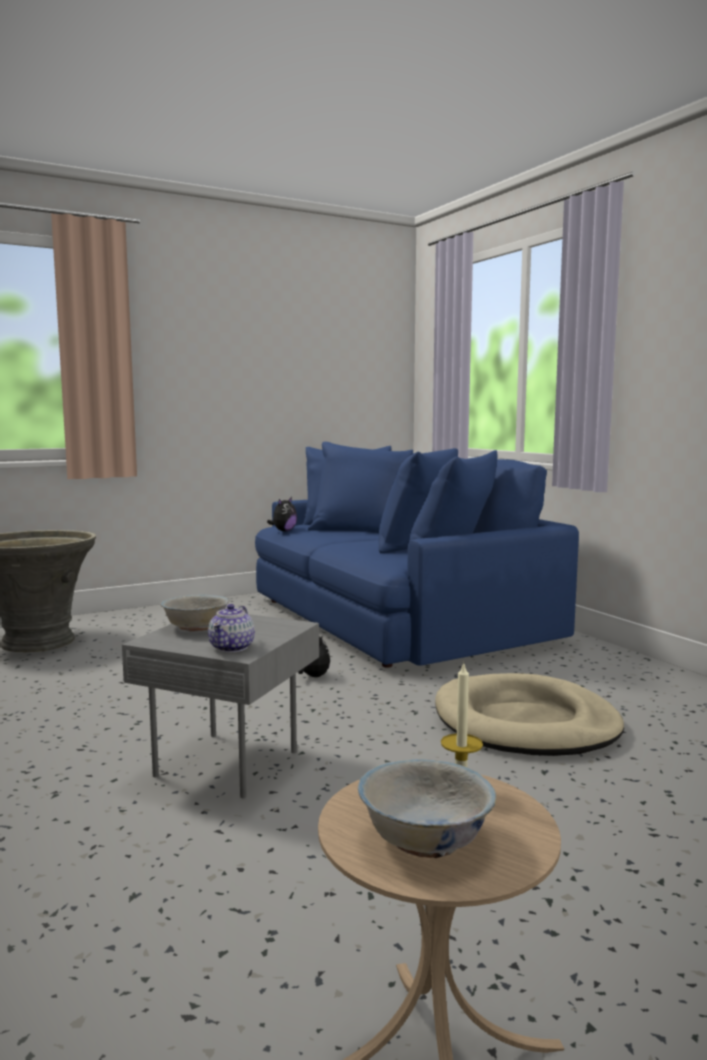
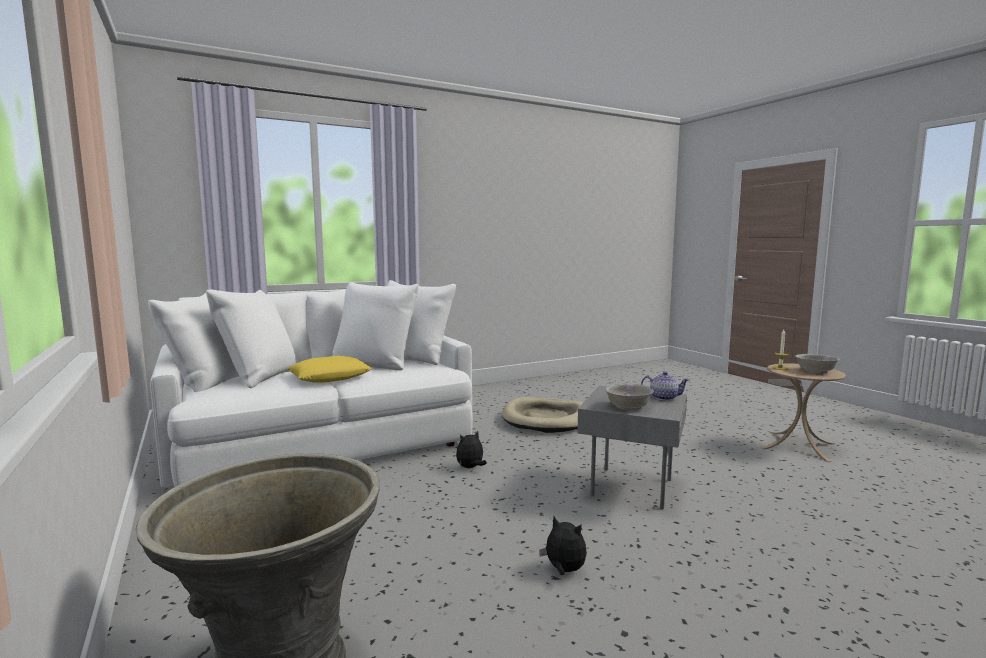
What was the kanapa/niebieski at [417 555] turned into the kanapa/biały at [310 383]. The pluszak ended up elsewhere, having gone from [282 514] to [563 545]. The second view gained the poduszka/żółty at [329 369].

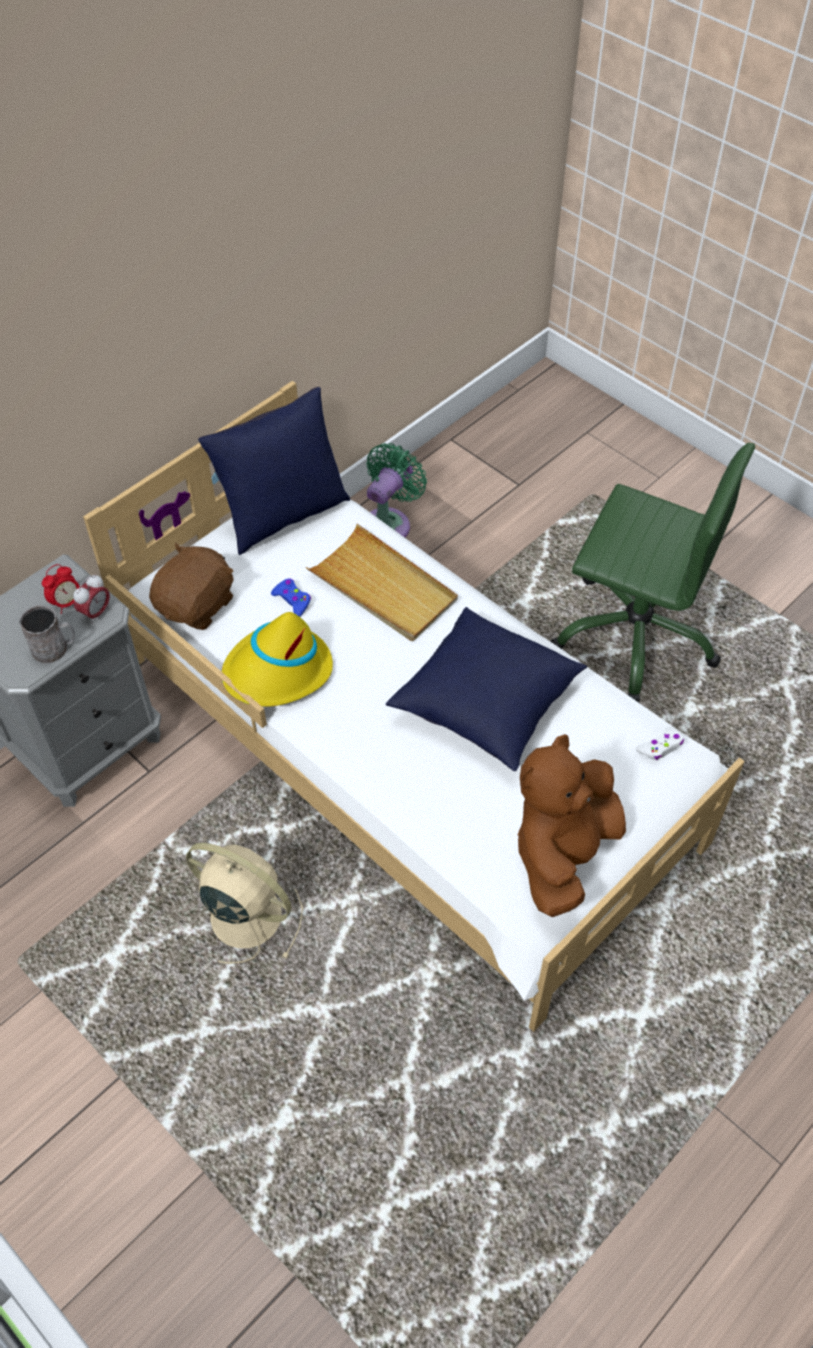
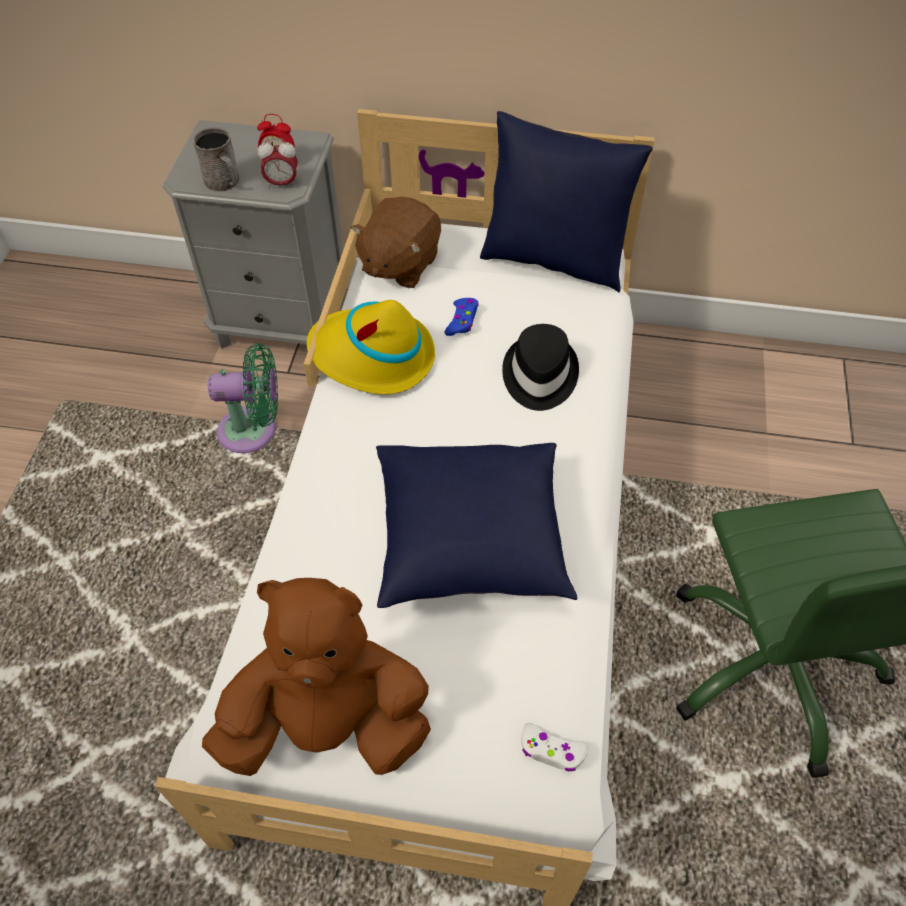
The wentylator/zielony ended up elsewhere, having gone from [396 490] to [243 398]. Where the taca/beżowy stood at [381 582], the kapelusz/czarny came to stand at [540 367]. The pluszak/brązowy at [191 586] ended up facing another way, 120 degrees clockwise from before. The second view lost the wentylator/beżowy at [244 903].

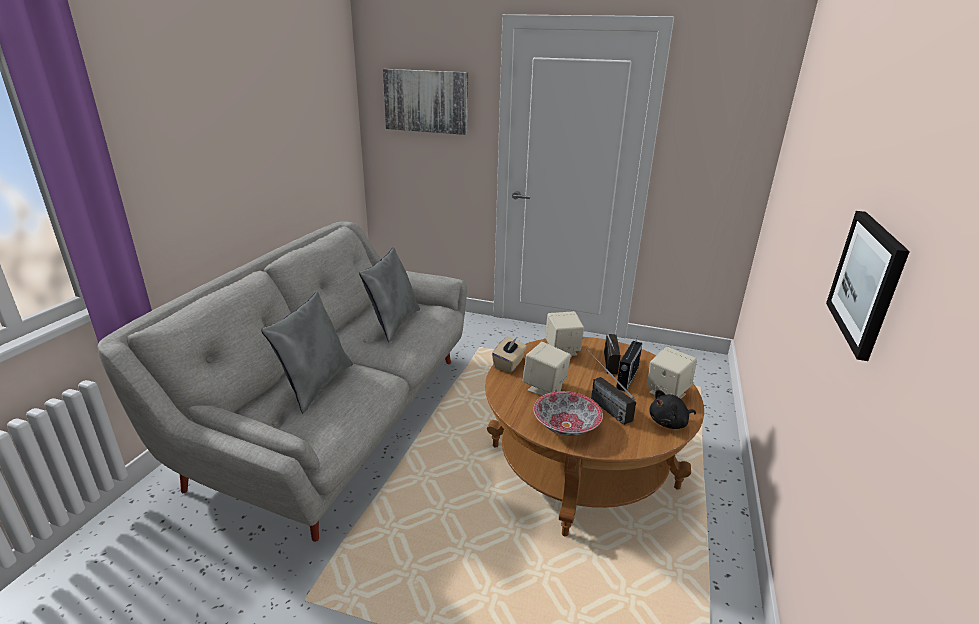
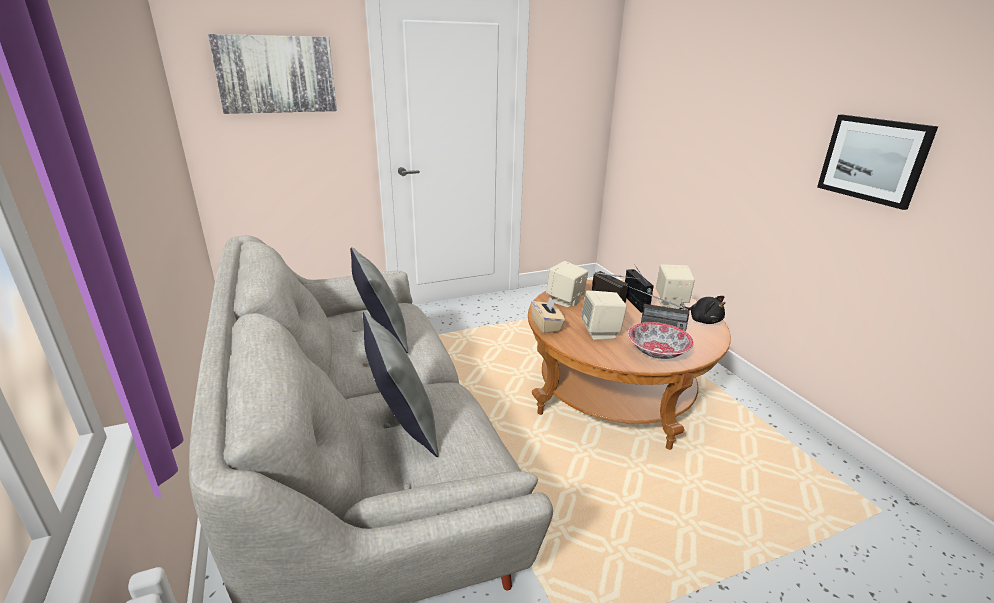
The pluszak/czarny at [672 409] ended up facing another way, 75 degrees counterclockwise from before.

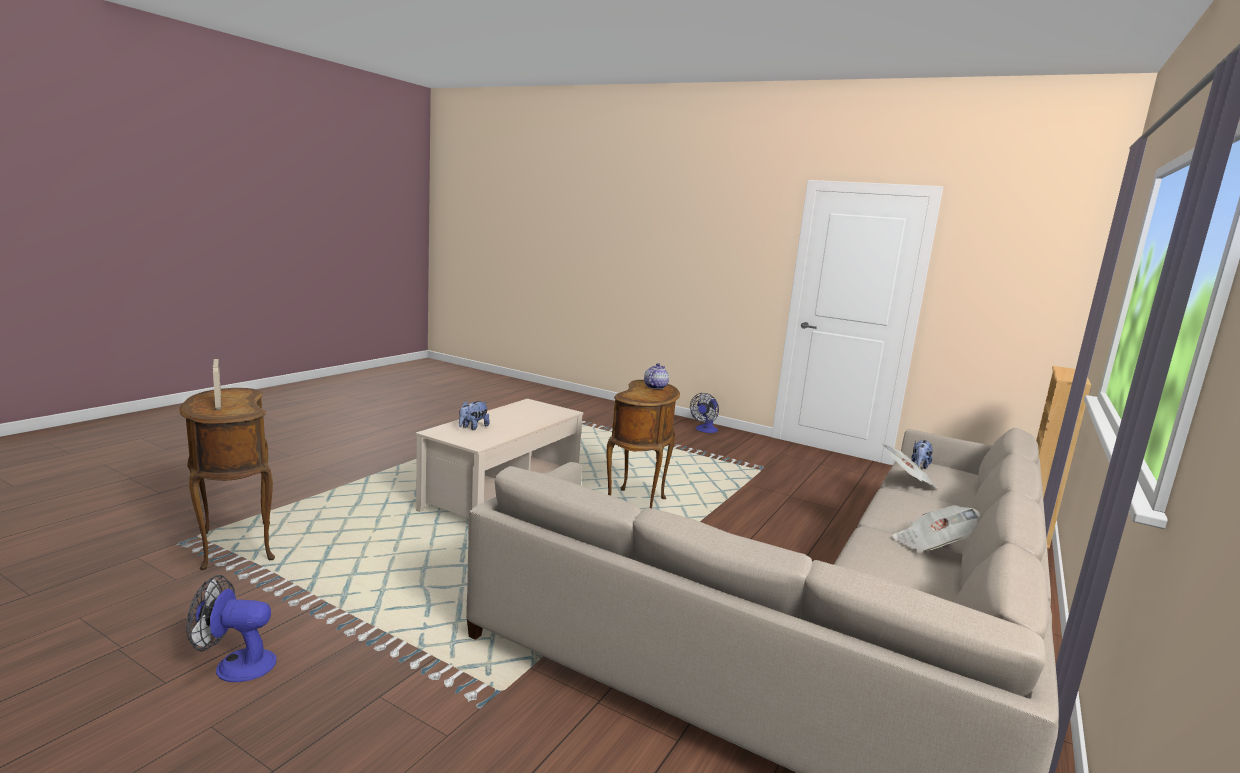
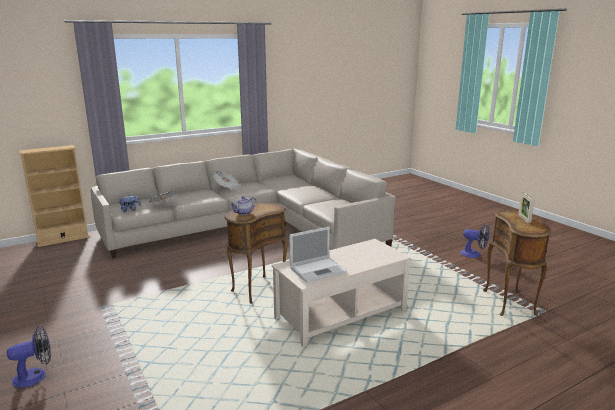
The second view lost the pluszak at [474 415]. The second view gained the laptop at [318 255].

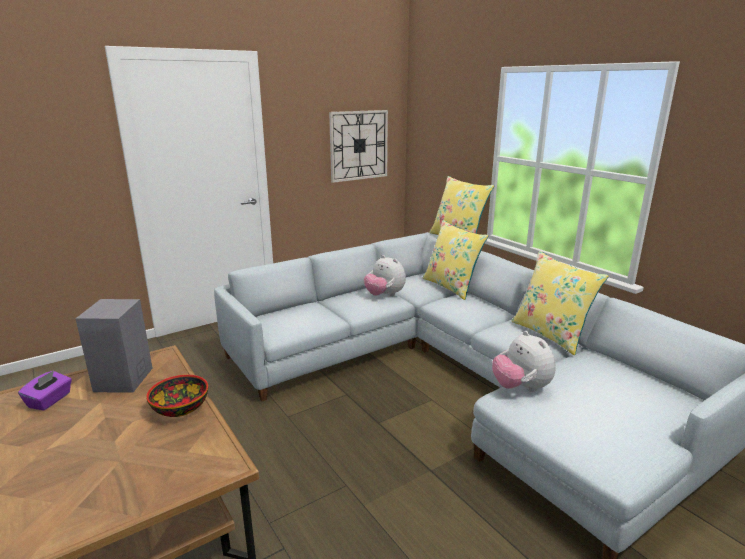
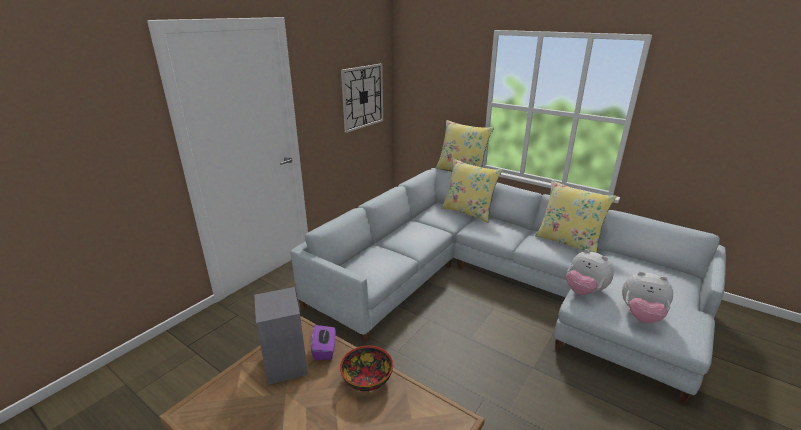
The pluszak ended up elsewhere, having gone from [385 275] to [647 297]. The pudełko chusteczek/fioletowy ended up elsewhere, having gone from [45 390] to [323 342].

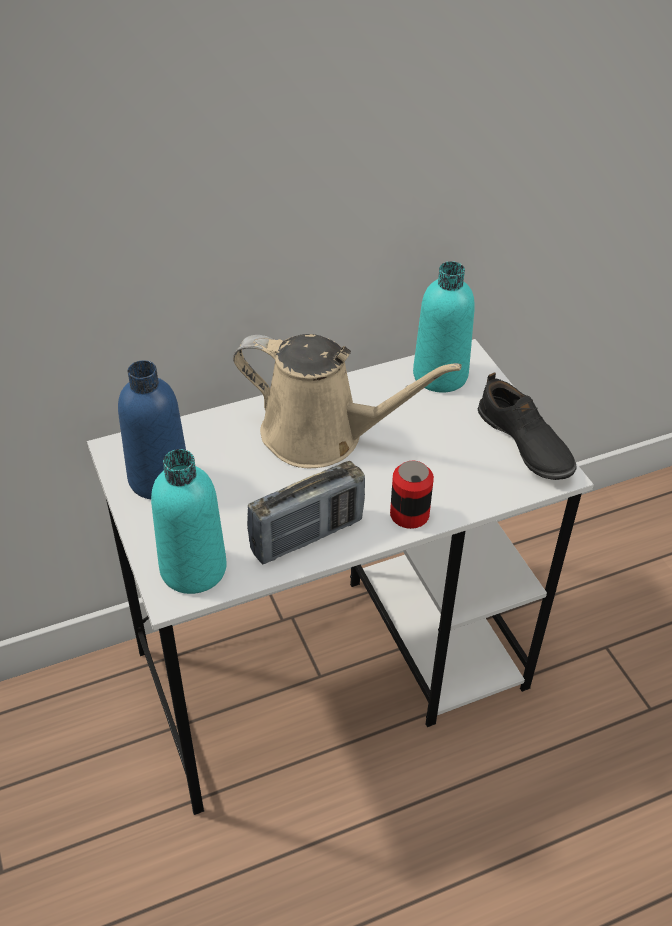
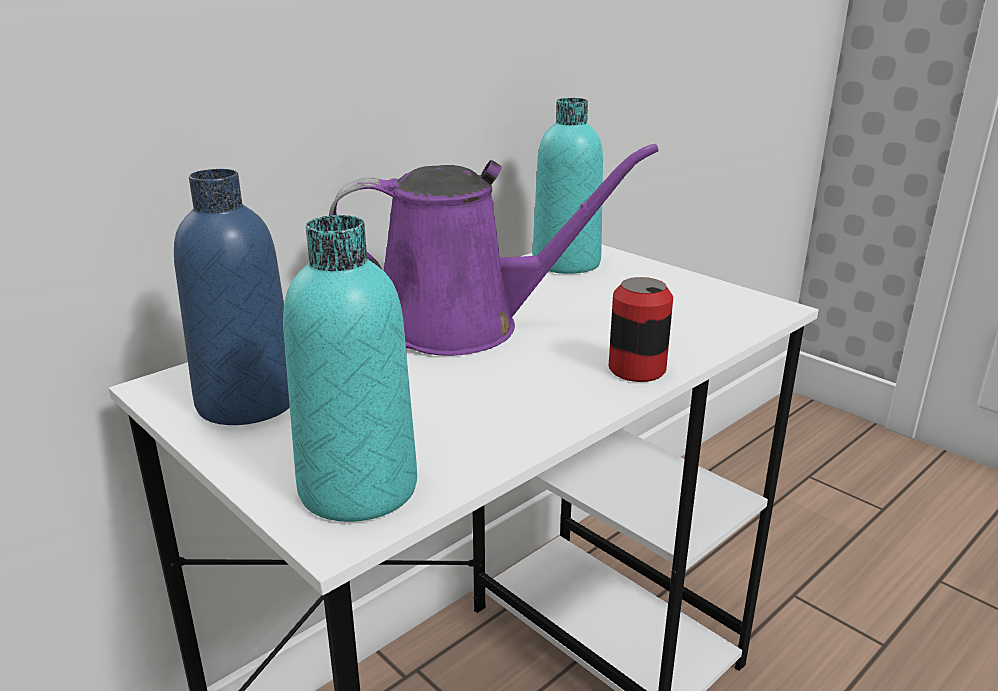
What was the konewka/beżowy at [347 401] turned into the konewka/fioletowy at [494 250]. The second view lost the but/czarny at [527 426]. The second view lost the radio at [306 512].

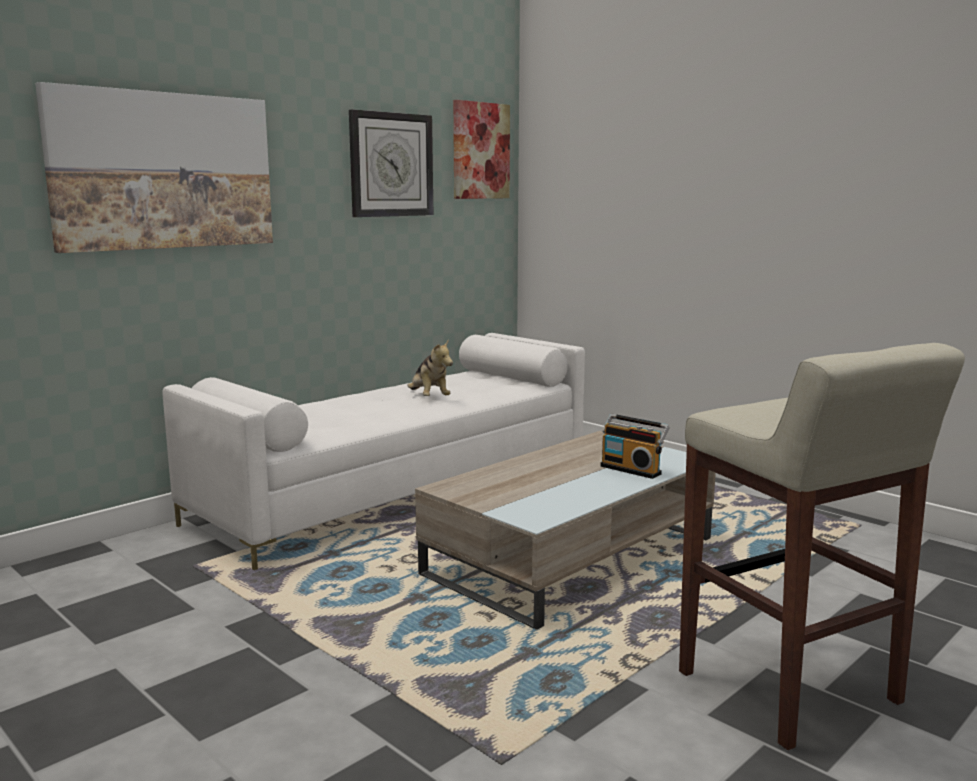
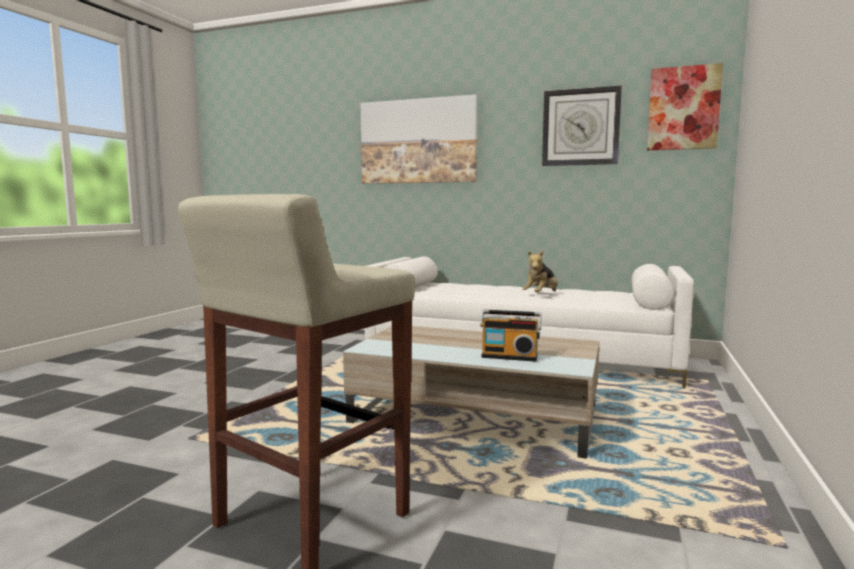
The radio at [634 446] ended up facing another way, 90 degrees counterclockwise from before.

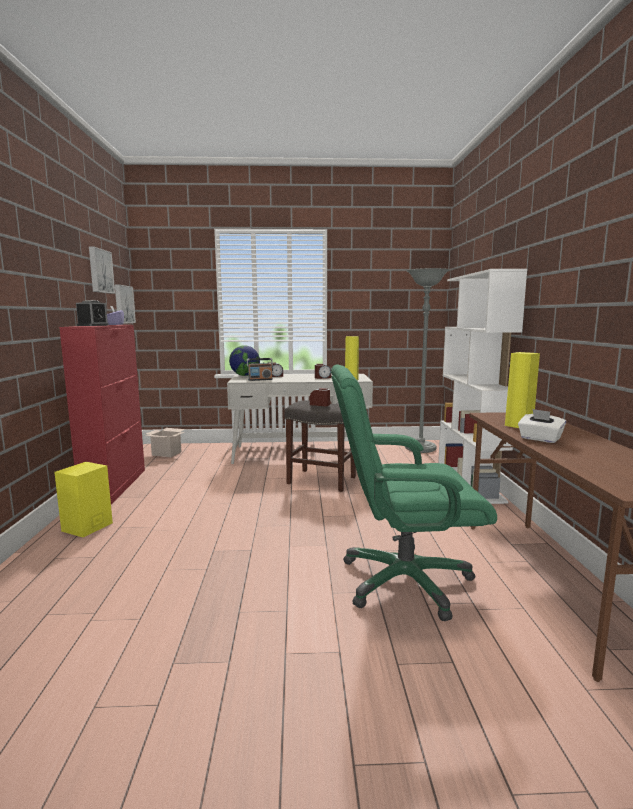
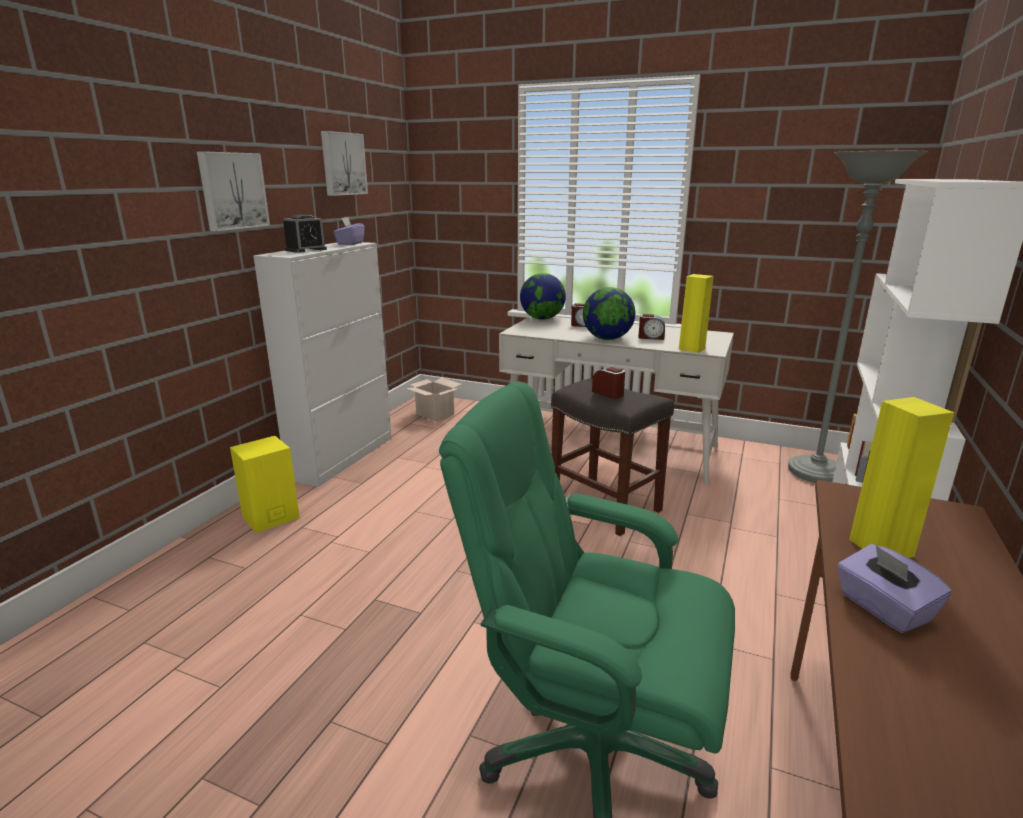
The obraz ended up elsewhere, having gone from [125 304] to [233 191]. What was the szafka/czerwony at [102 414] turned into the szafka/biały at [322 364]. The second view lost the radio at [260 369]. What was the pudełko chusteczek/biały at [542 426] turned into the pudełko chusteczek/fioletowy at [894 588]. The second view gained the globus at [609 313].

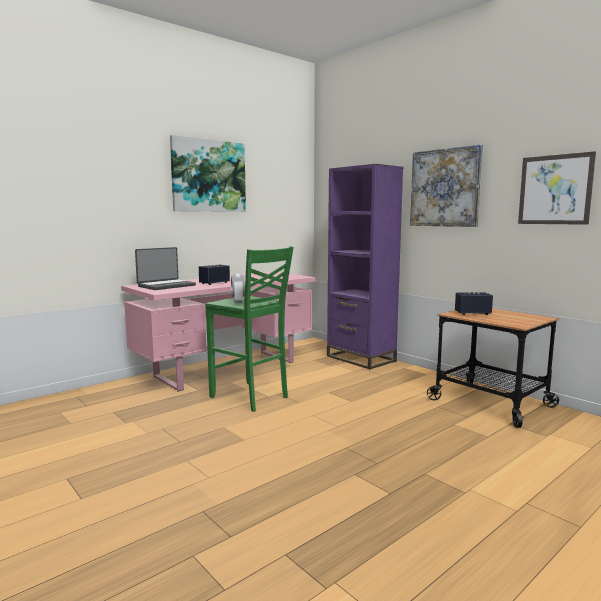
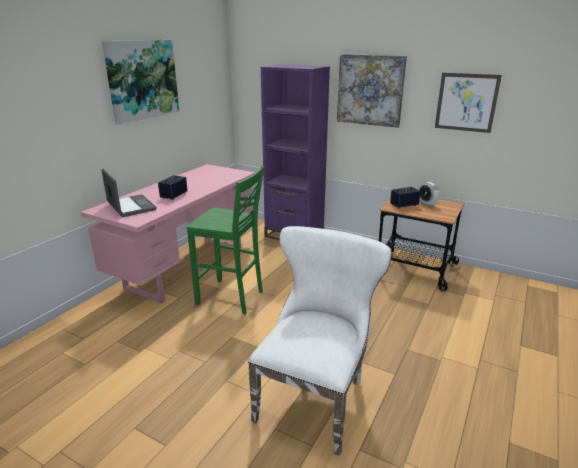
The laptop at [165 268] ended up facing another way, 60 degrees counterclockwise from before. The budzik ended up elsewhere, having gone from [238 288] to [429 194]. The second view gained the krzesło/biały at [320 341].

